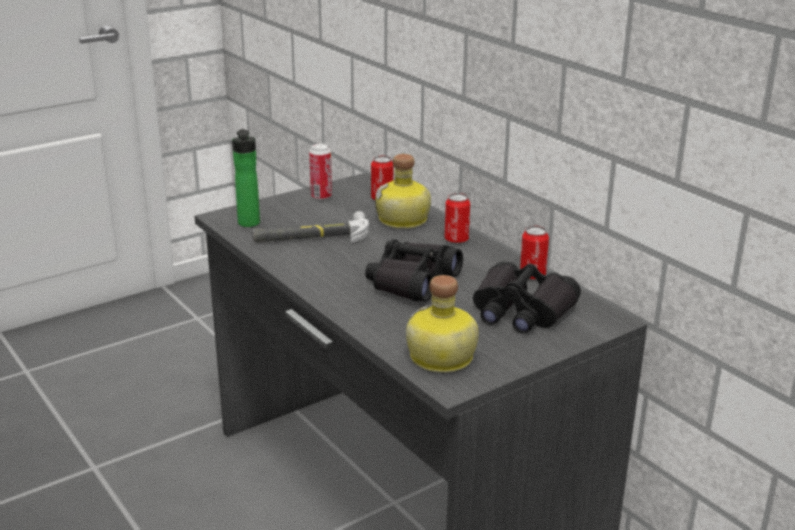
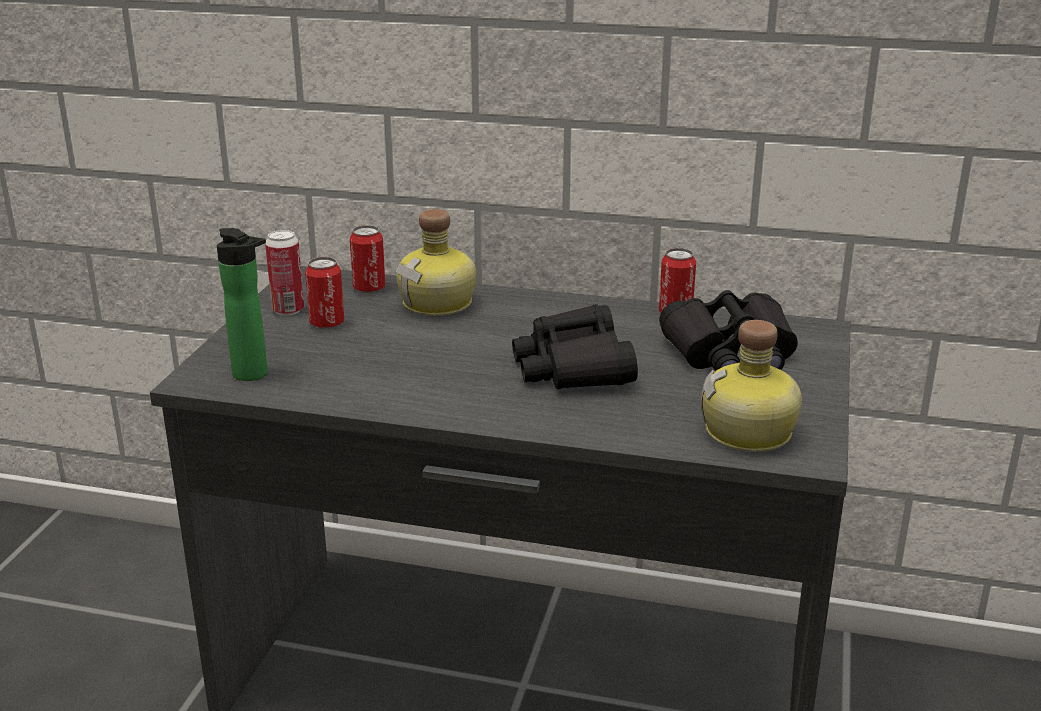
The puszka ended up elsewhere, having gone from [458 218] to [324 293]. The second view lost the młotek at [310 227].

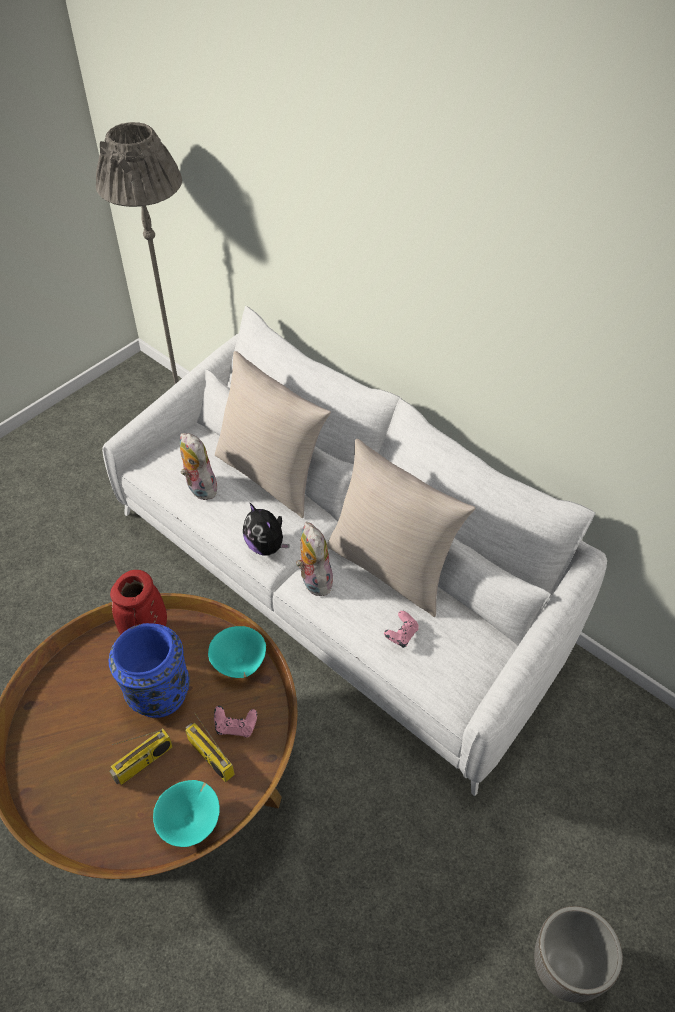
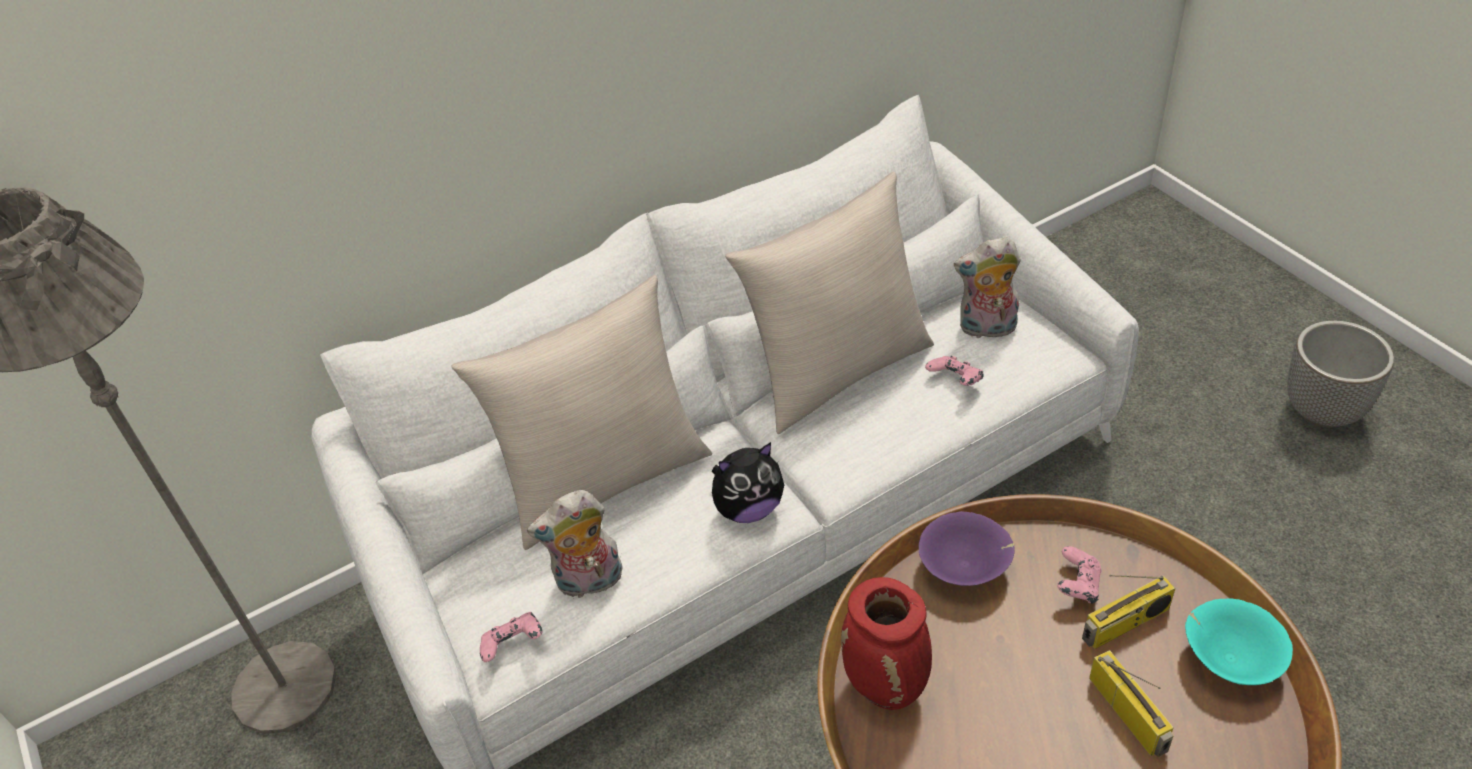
The pluszak ended up elsewhere, having gone from [314 559] to [987 288]. The second view lost the wazon/niebieski at [149 670]. What was the miska/turkusowy at [237 652] turned into the miska/fioletowy at [967 548]. The second view gained the pad do gier/różowy at [511 637].

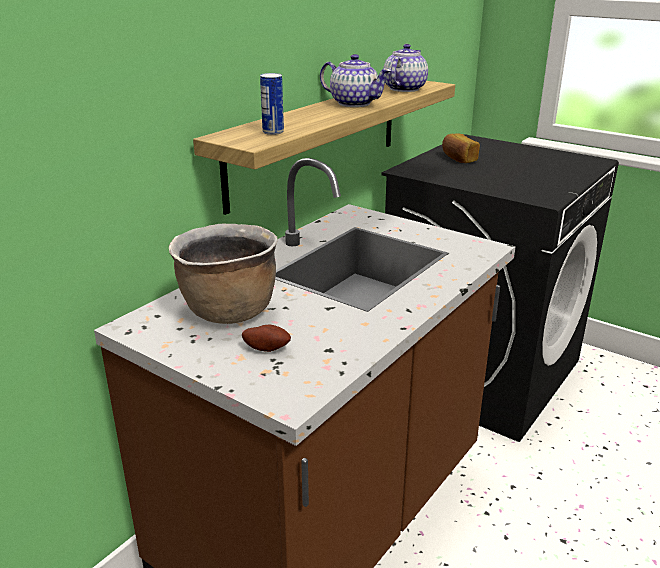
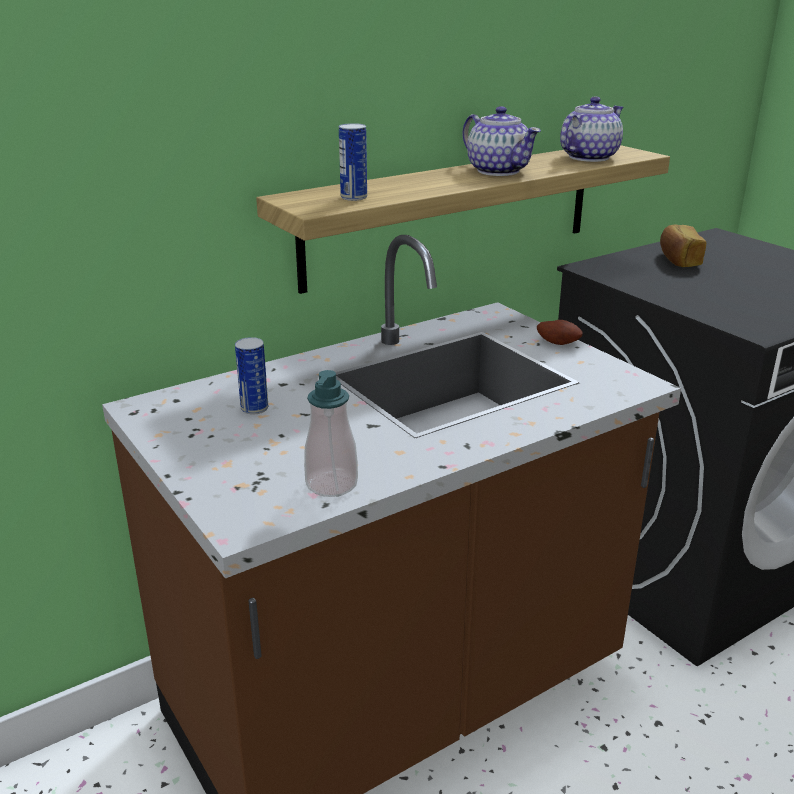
Where the garnek/brązowy stood at [223 274], the puszka came to stand at [251 376]. The ziemniak ended up elsewhere, having gone from [266 338] to [560 332]. The second view gained the dozownik mydła at [331 433].

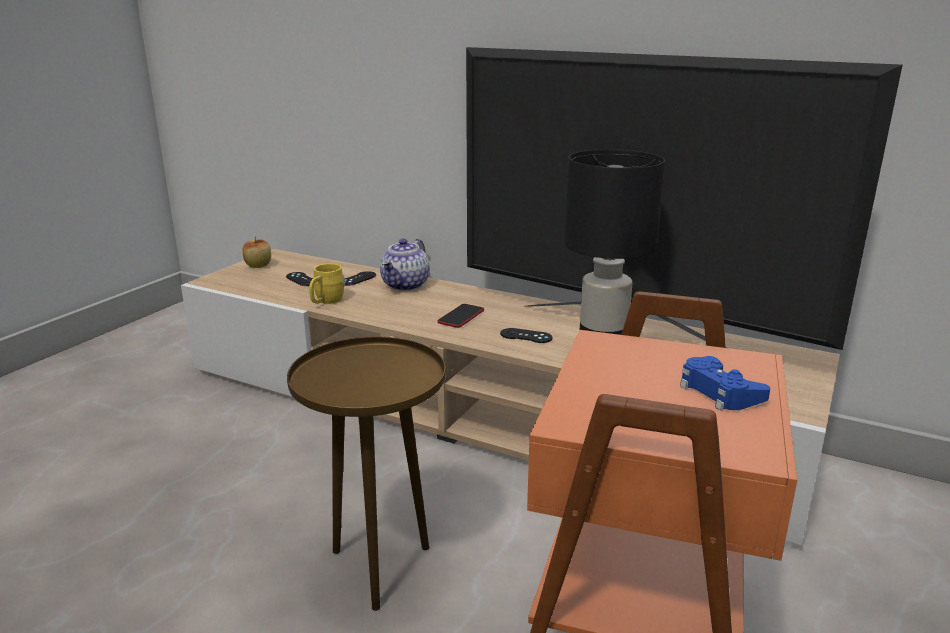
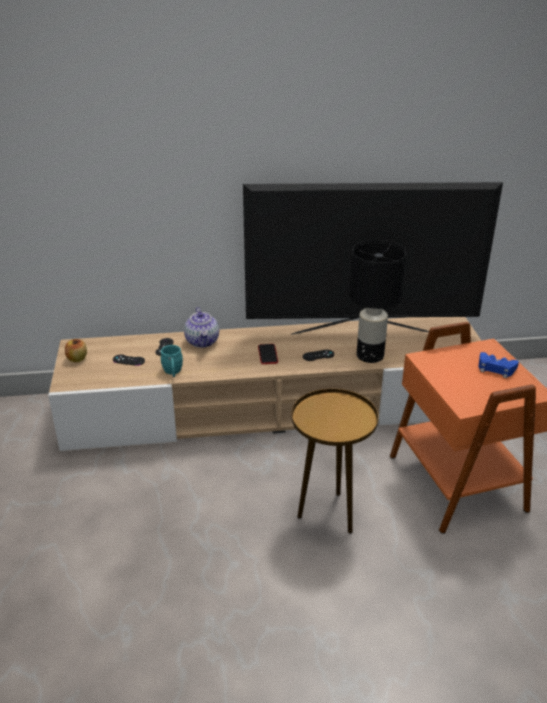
What was the kubek/żółty at [327 283] turned into the kubek/turkusowy at [171 361].

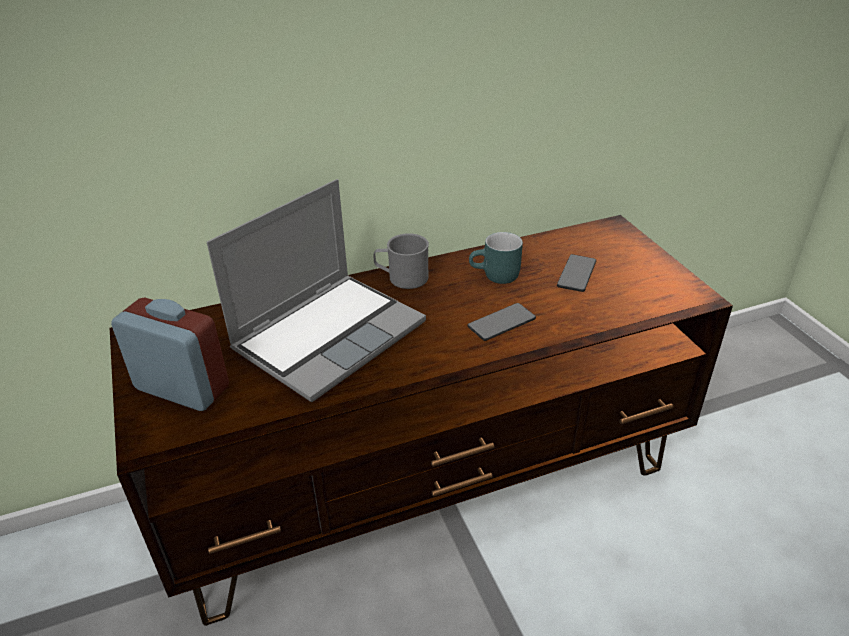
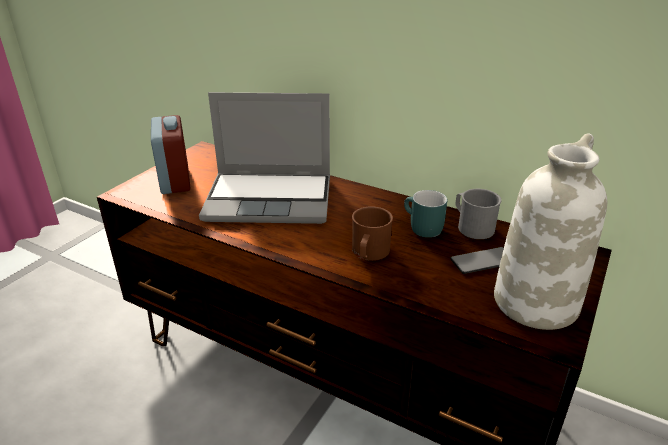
The kubek/szary ended up elsewhere, having gone from [401 261] to [478 214]. Where the telefon stood at [501 322], the kubek/brązowy came to stand at [372 234]. The second view gained the wazon/biały at [550 231].

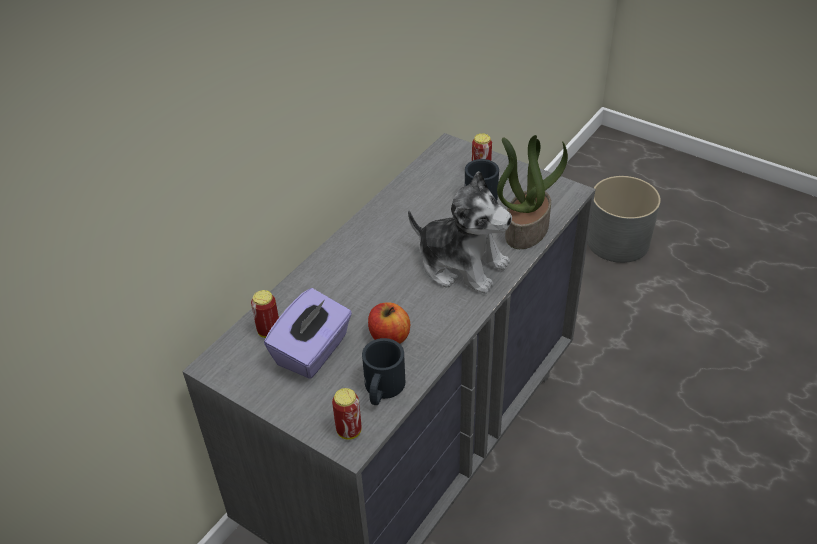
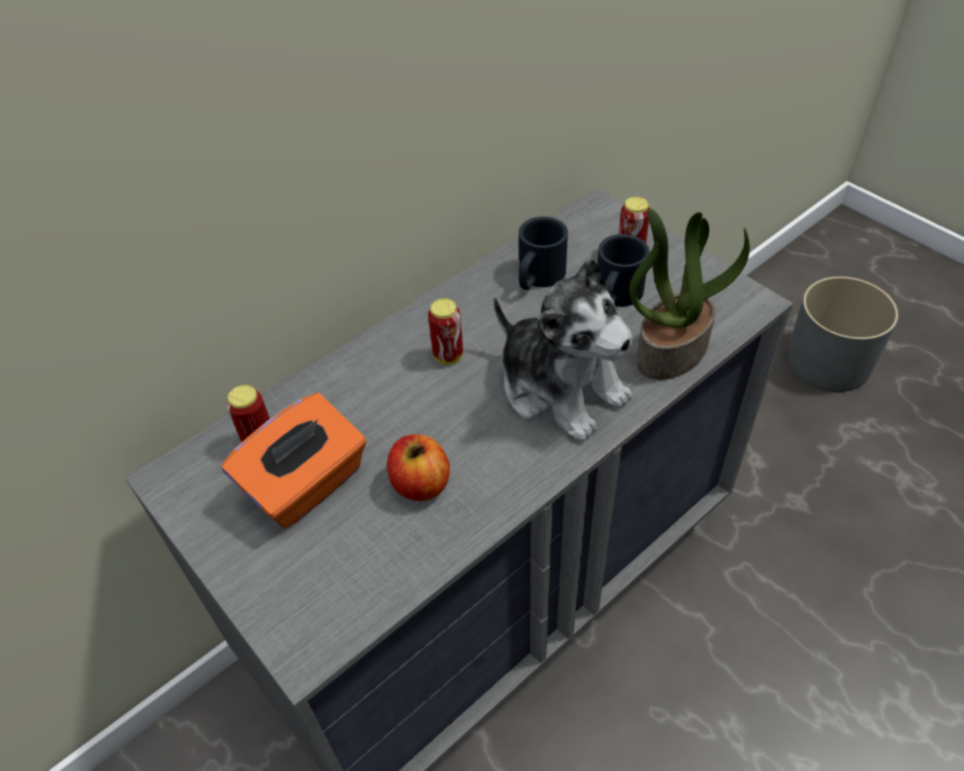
What was the pudełko chusteczek/fioletowy at [308 333] turned into the pudełko chusteczek/pomarańczowy at [294 460]. The kubek/czarny ended up elsewhere, having gone from [383 371] to [543 253]. The puszka ended up elsewhere, having gone from [347 414] to [445 331].

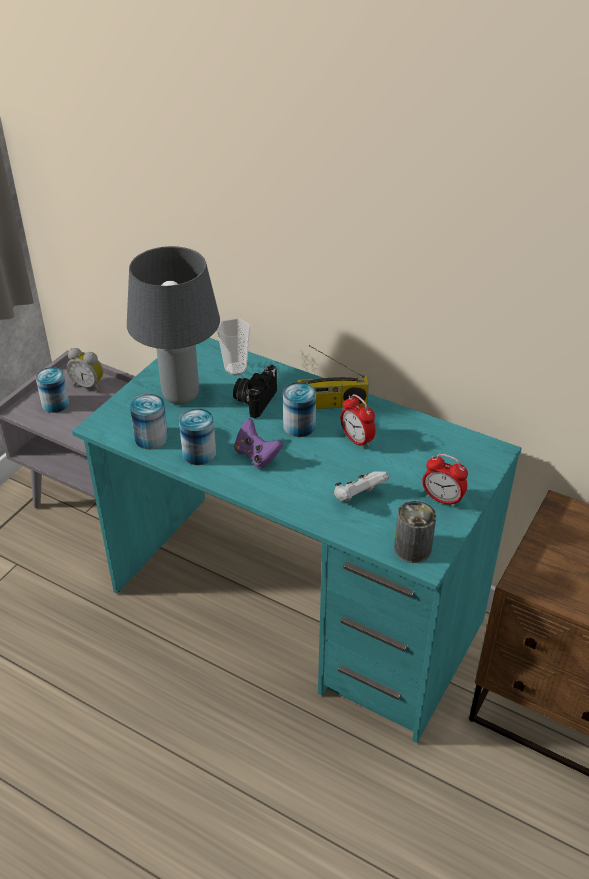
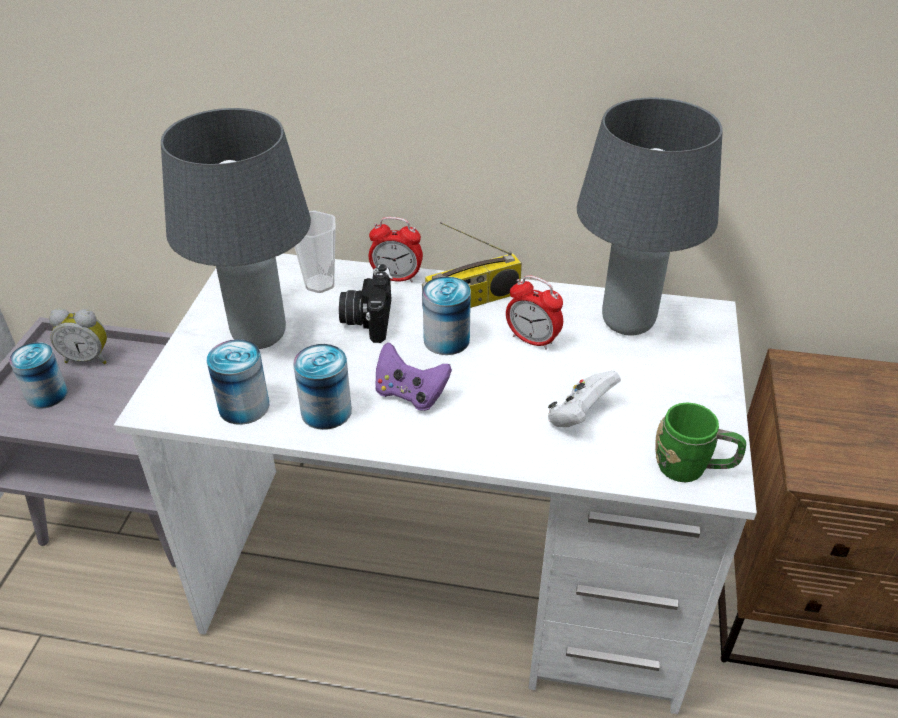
What was the biurko/turkusowy at [296 540] turned into the biurko/biały at [435 484]. The budzik ended up elsewhere, having gone from [445 480] to [396 250]. Where the puszka stood at [415 531], the kubek/zielony came to stand at [700 442]. The second view gained the lampa stołowa/szary at [650 217].

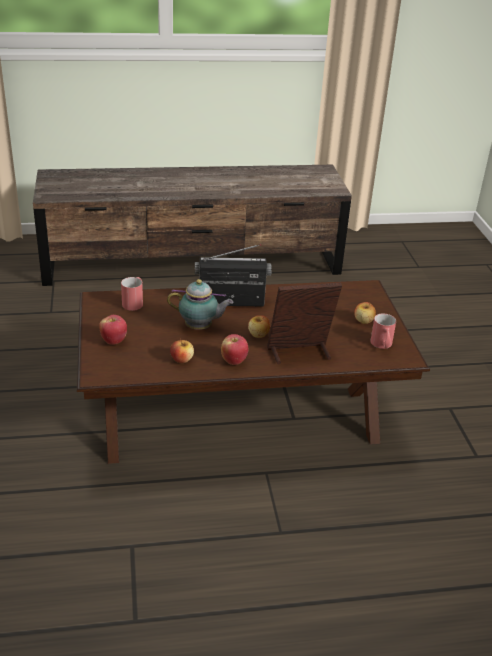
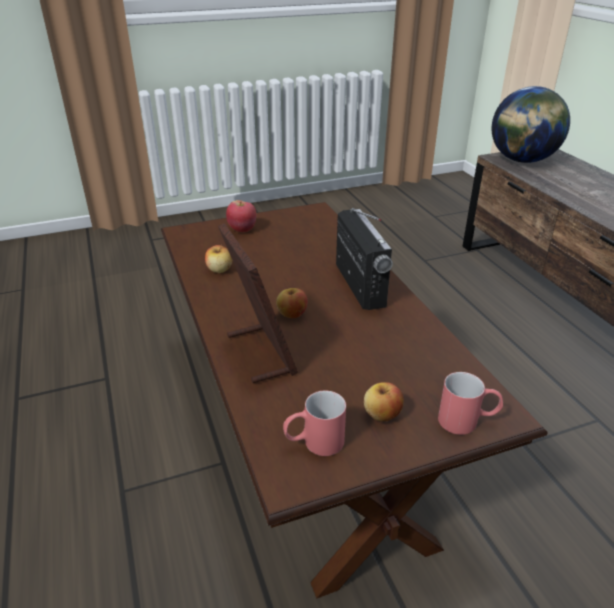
The kubek/czerwony ended up elsewhere, having gone from [132 294] to [470 403]. The second view lost the imbryk at [200 304]. The second view lost the jabłko at [234 349]. The second view gained the globus at [531 124].

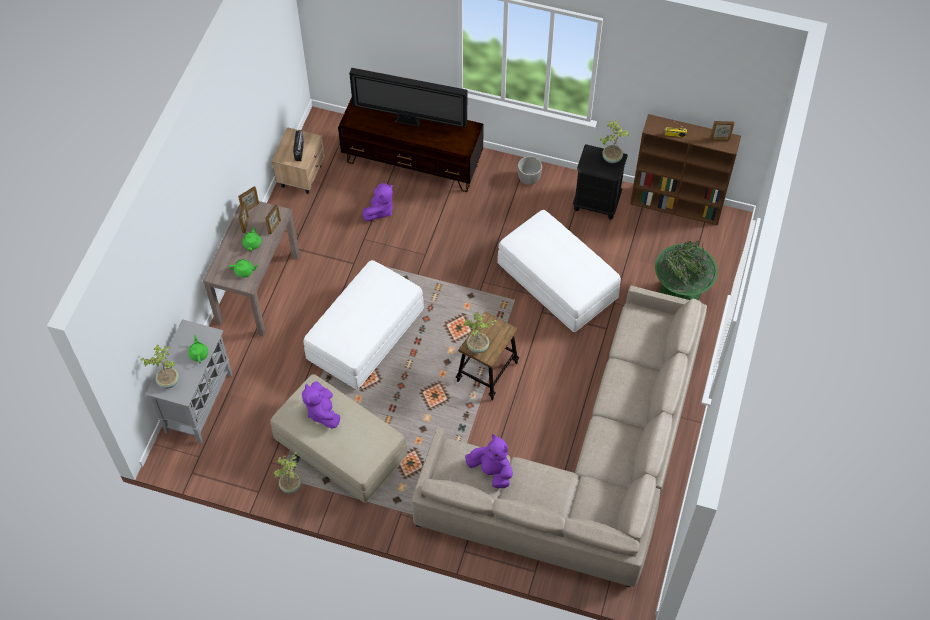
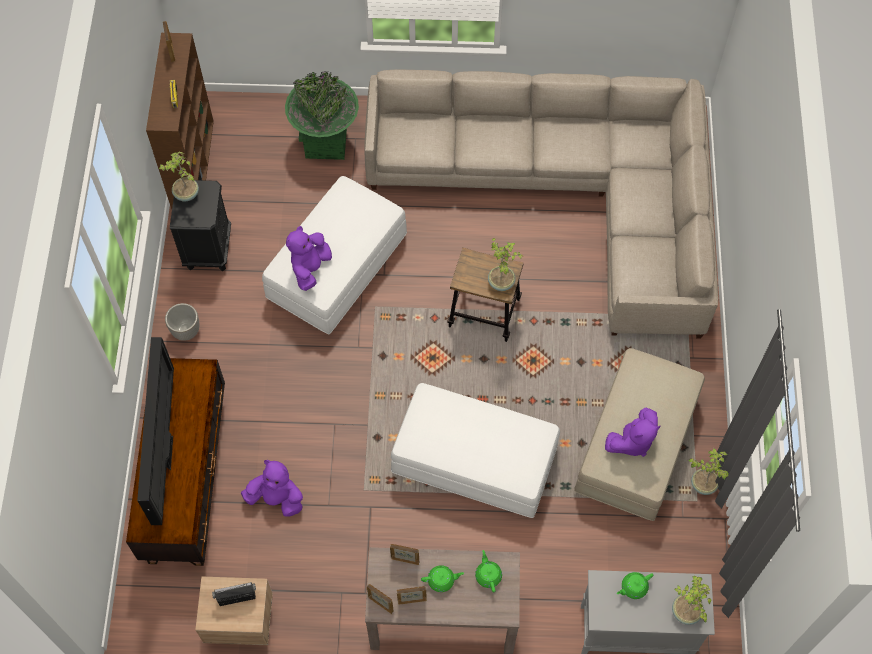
The pluszak/fioletowy ended up elsewhere, having gone from [489 461] to [309 258].

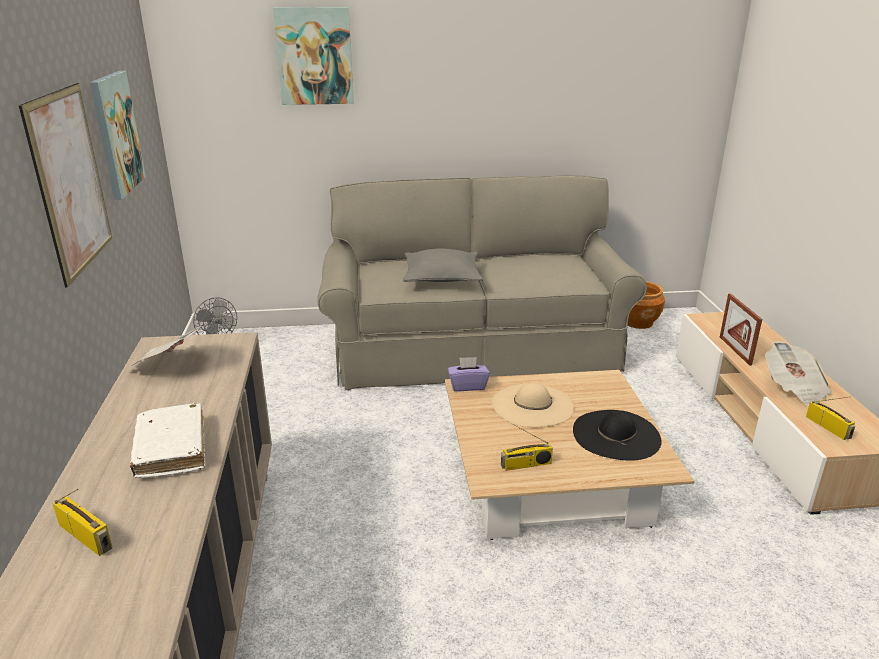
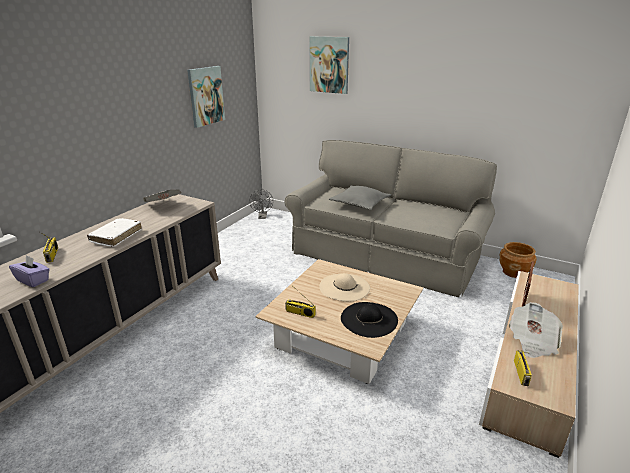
The second view lost the obraz at [66 185]. The pudełko chusteczek/fioletowy ended up elsewhere, having gone from [468 374] to [29 271].

